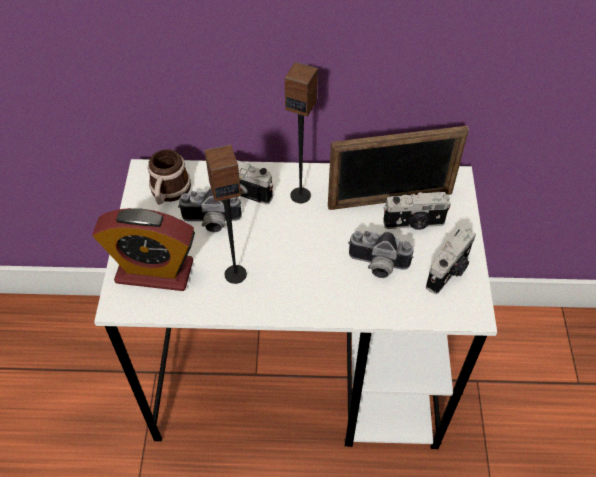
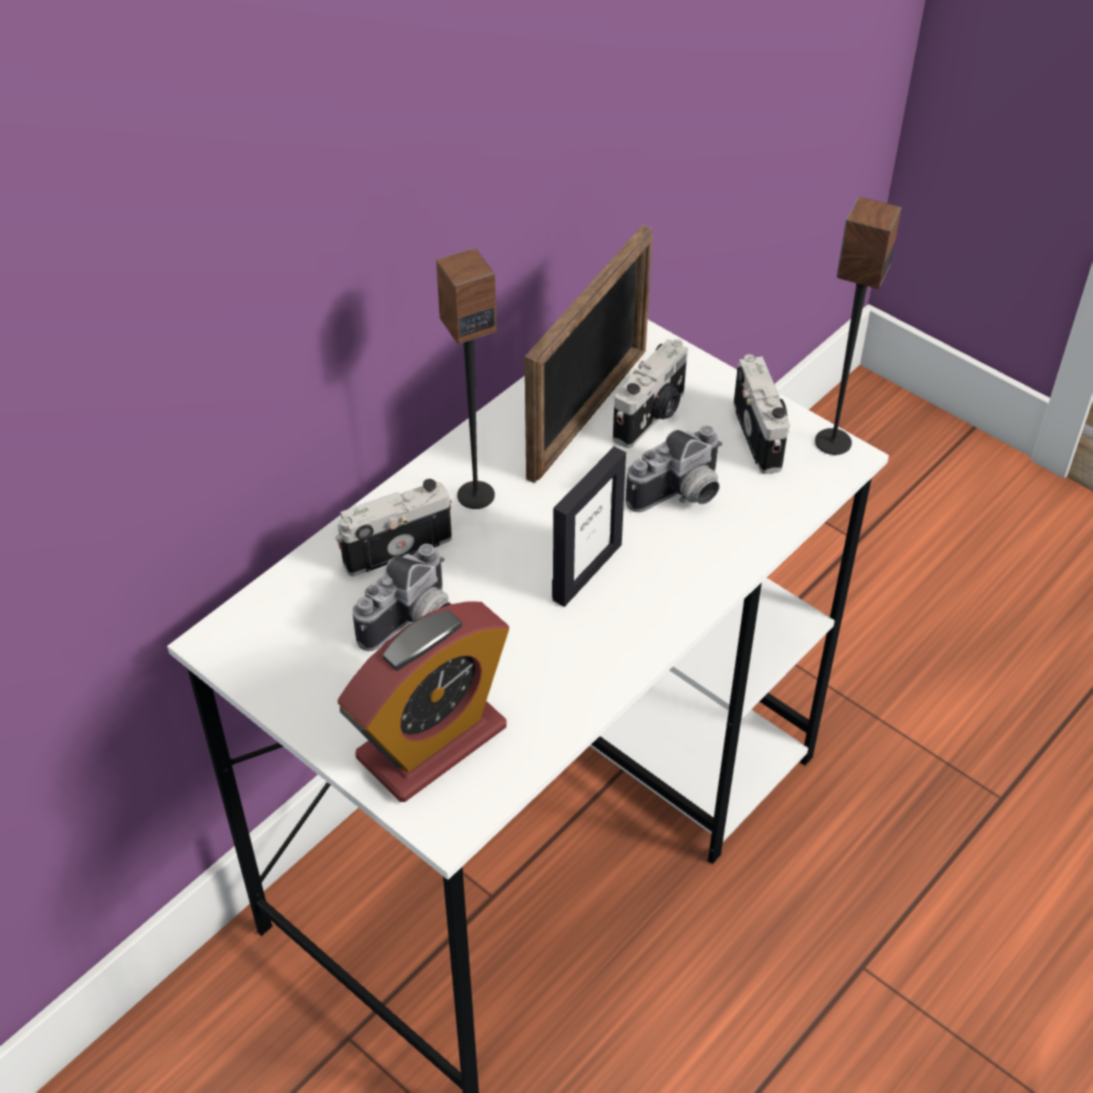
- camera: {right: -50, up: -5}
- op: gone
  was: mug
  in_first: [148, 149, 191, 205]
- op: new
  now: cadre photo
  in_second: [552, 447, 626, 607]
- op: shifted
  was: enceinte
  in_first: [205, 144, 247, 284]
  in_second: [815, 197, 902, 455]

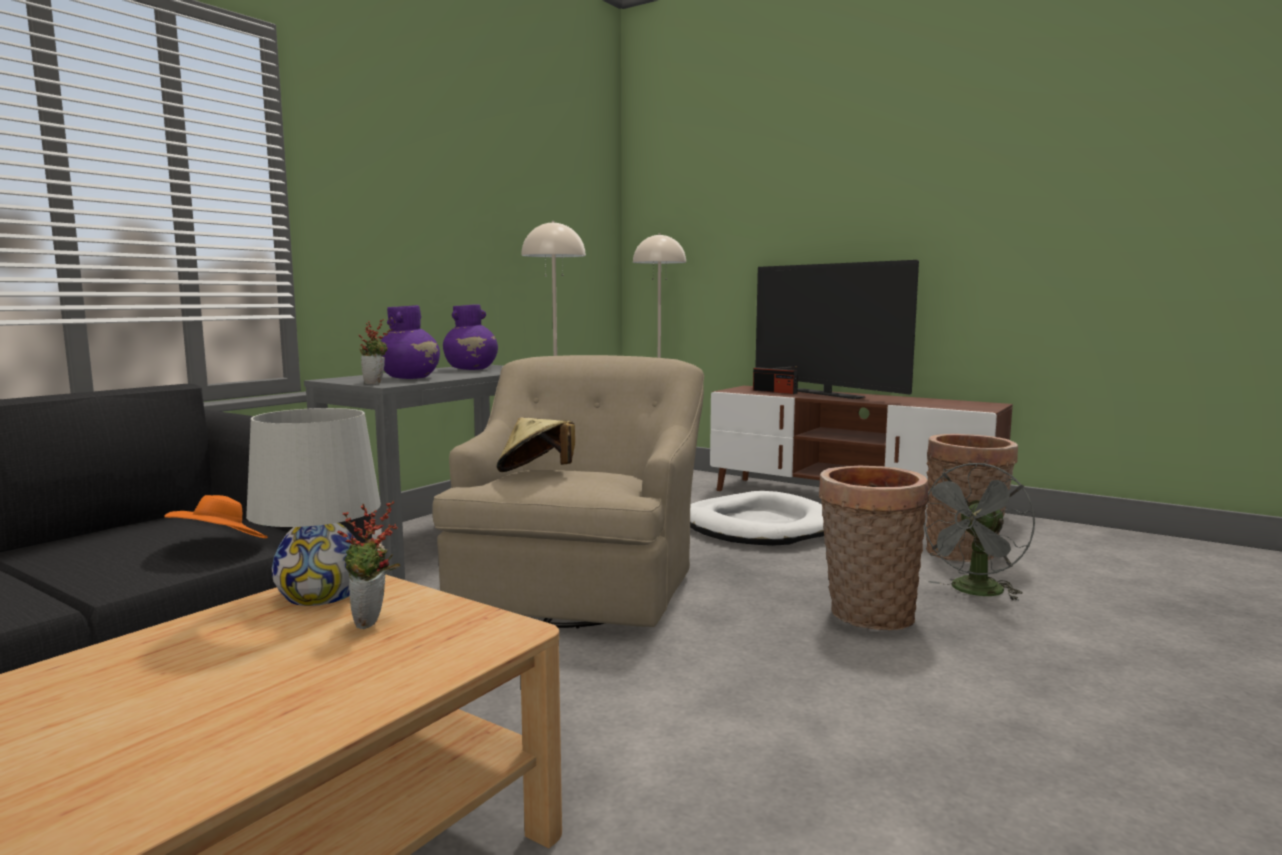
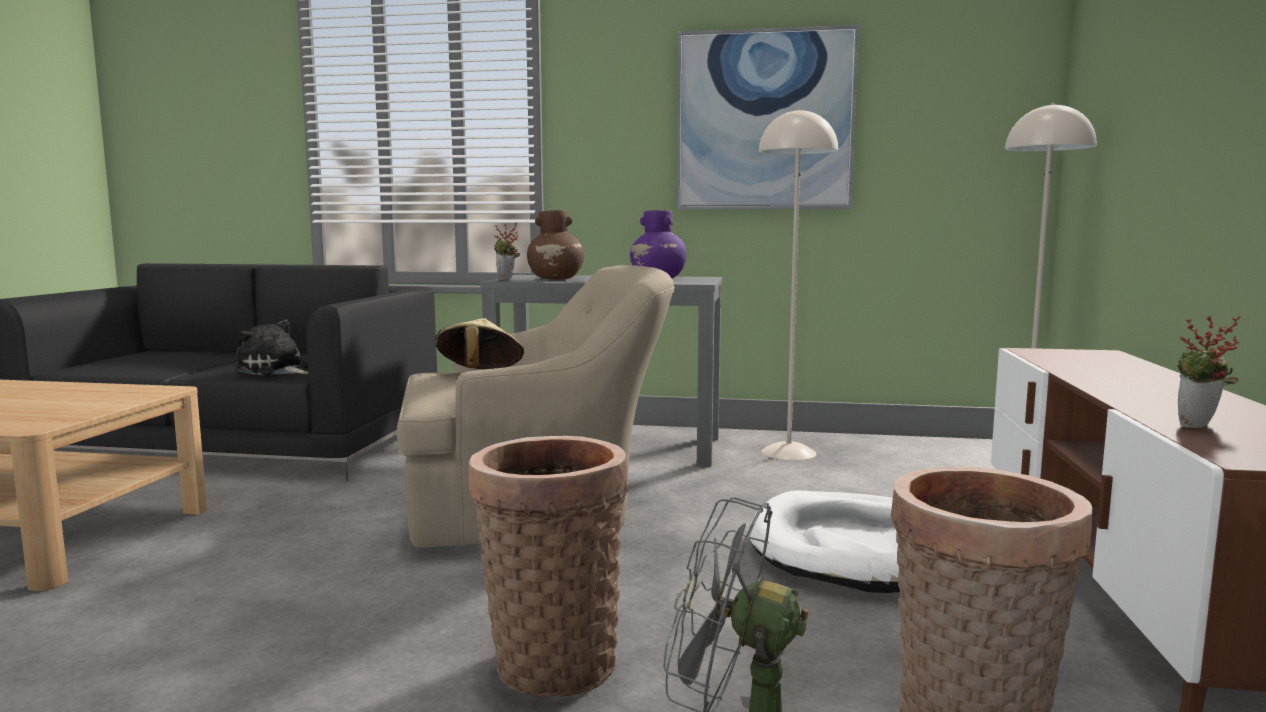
- camera: {right: 65, up: 0}
- op: gone
  was: lampe de table (blanc)
  in_first: [246, 408, 381, 606]
- op: gone
  was: radio
  in_first: [753, 366, 798, 394]
- op: gone
  was: téléviseur
  in_first: [755, 260, 919, 399]
- op: new
  now: tableau
  in_second: [677, 25, 859, 209]
- op: shifted
  was: plante en pot
  in_first: [337, 501, 400, 629]
  in_second: [1177, 315, 1240, 428]
- op: swapped
  was: chapeau (orange)
  now: peluche
  in_first: [164, 495, 268, 538]
  in_second: [236, 320, 308, 375]
- op: repainted
  was: vase (violet)
  now: vase (marron)
  in_first: [381, 305, 440, 379]
  in_second: [527, 210, 584, 280]

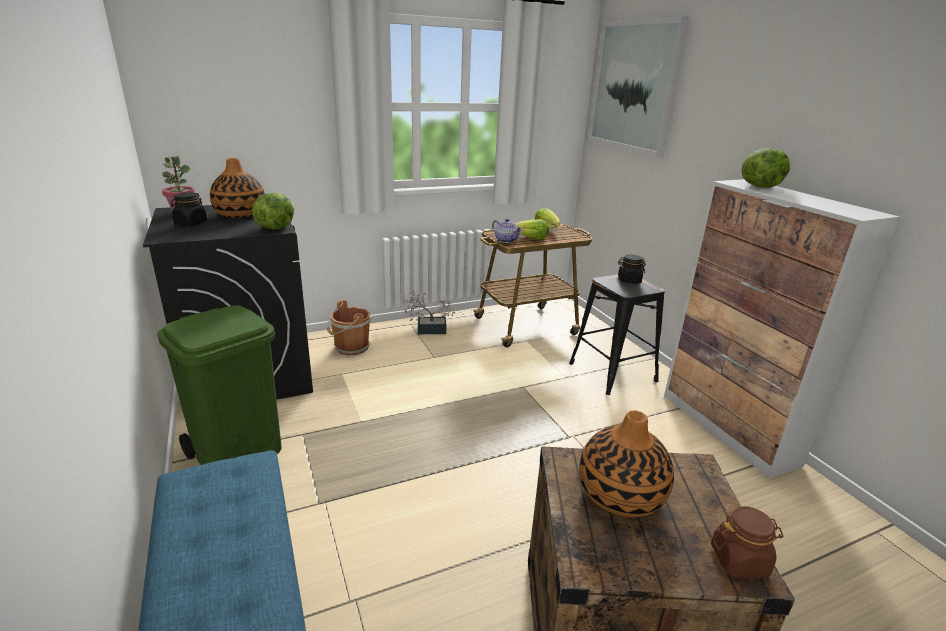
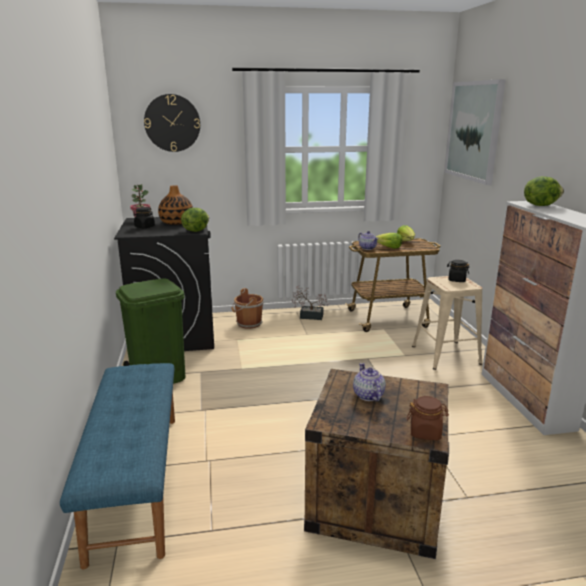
- camera: {right: 15, up: -5}
- op: new
  now: horloge murale
  in_second: [144, 94, 200, 152]
- op: swapped
  was: vase
  now: théière
  in_first: [579, 410, 674, 517]
  in_second: [353, 363, 386, 401]
- op: repainted
  was: tabouret (noir)
  now: tabouret (beige)
  in_first: [569, 274, 665, 395]
  in_second: [412, 276, 483, 370]

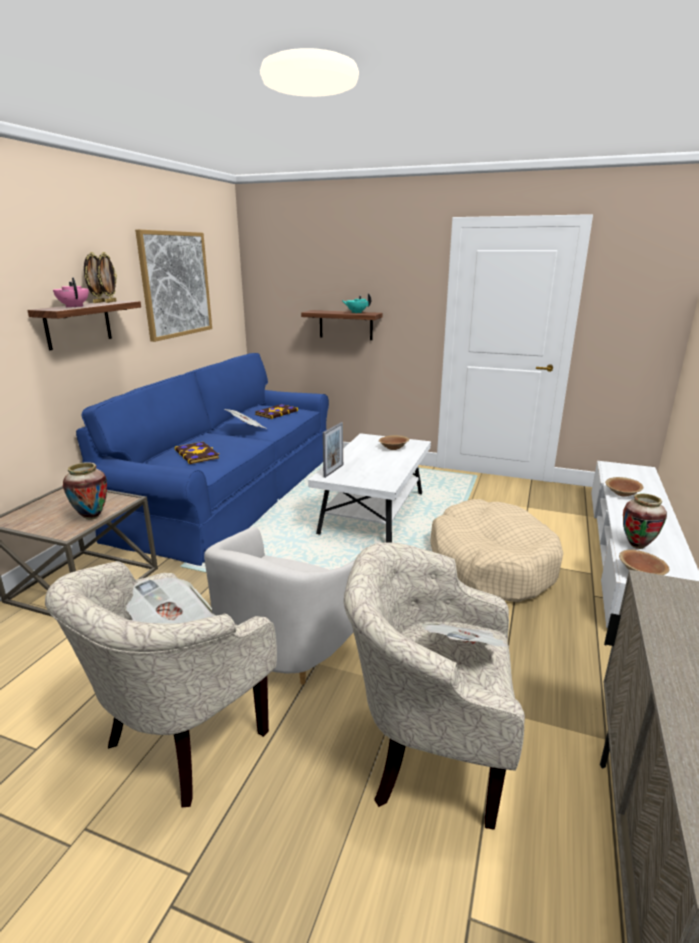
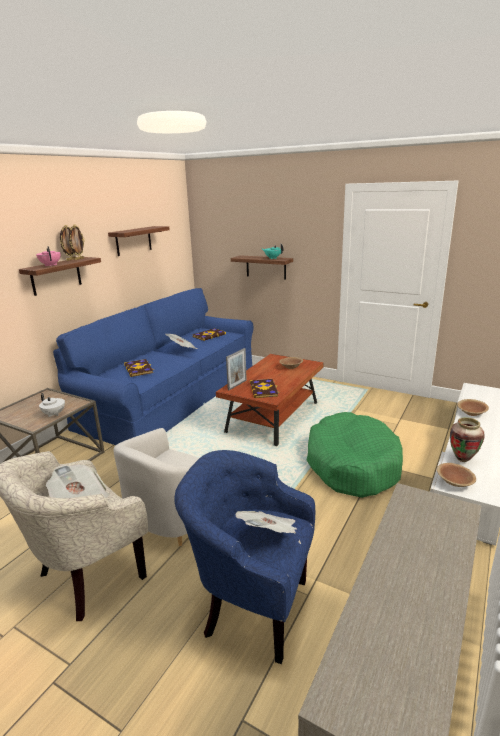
- camera: {right: 10, up: 0}
- op: new
  now: livre
  in_second: [250, 379, 280, 398]
- op: swapped
  was: vase
  now: théière (blanc)
  in_first: [63, 462, 107, 520]
  in_second: [39, 393, 65, 417]
- op: swapped
  was: tableau
  now: étagère
  in_first: [135, 230, 212, 342]
  in_second: [108, 226, 170, 256]
- op: repainted
  was: table basse (blanc)
  now: table basse (marron)
  in_first: [308, 433, 431, 542]
  in_second: [216, 354, 324, 446]
- op: repainted
  was: fauteuil (beige)
  now: fauteuil (bleu)
  in_first: [344, 542, 525, 830]
  in_second: [174, 450, 315, 664]
- op: repainted
  was: panier pour chien (beige)
  now: panier pour chien (vert)
  in_first: [430, 499, 563, 602]
  in_second: [307, 412, 403, 498]

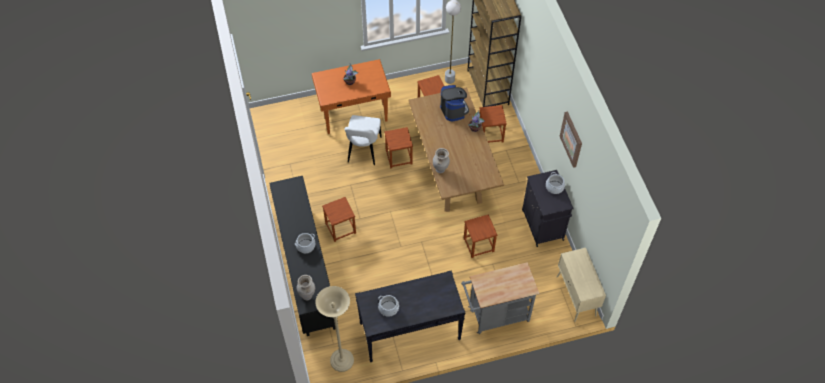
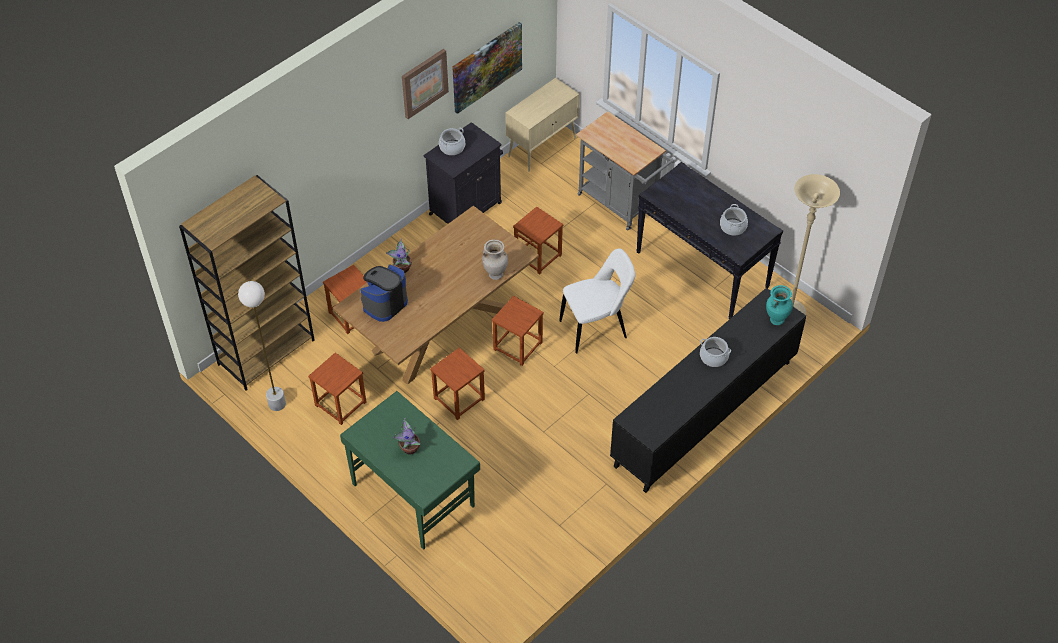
- camera: {right: -120, up: -5}
- op: new
  now: tableau
  in_second: [452, 22, 522, 114]
- op: shifted
  was: tabouret (marron)
  in_first: [322, 197, 356, 242]
  in_second: [492, 296, 544, 366]
- op: shifted
  was: chaise (blanc)
  in_first: [344, 115, 382, 165]
  in_second: [559, 248, 635, 354]
- op: repainted
  was: vase (beige)
  now: vase (turquoise)
  in_first: [297, 275, 315, 300]
  in_second: [766, 285, 793, 325]
- op: repainted
  was: bureau (orange)
  now: bureau (vert)
  in_first: [312, 59, 391, 134]
  in_second: [340, 391, 480, 550]

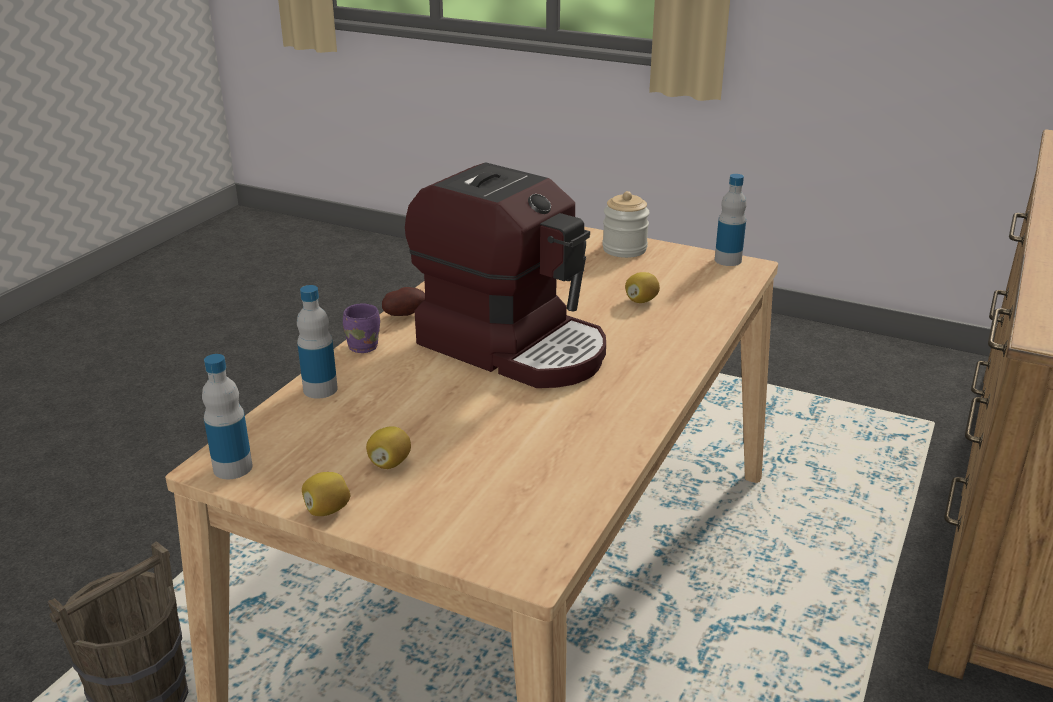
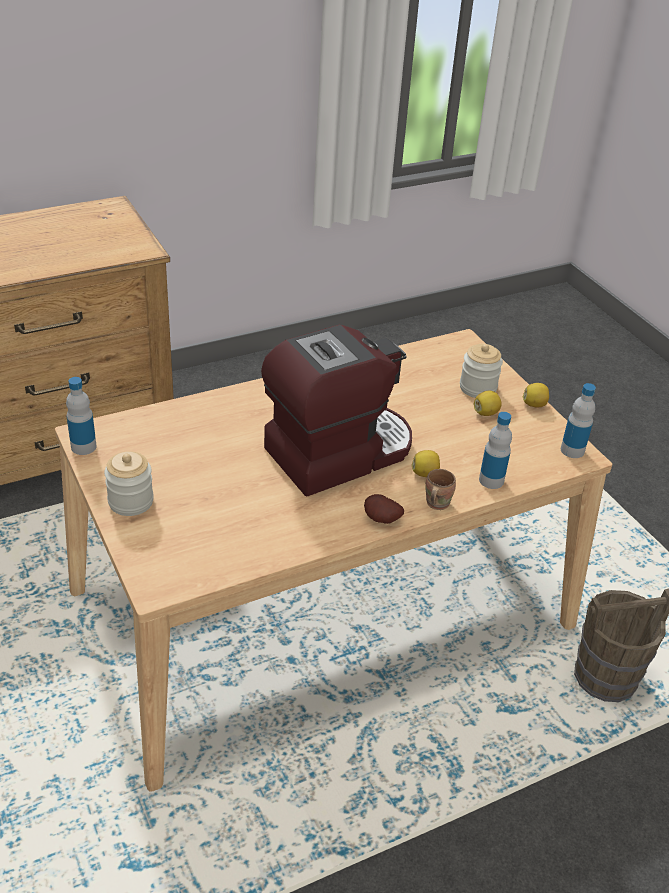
- camera: {right: -145, up: 10}
- op: new
  now: bocal
  in_second: [460, 344, 503, 398]
- op: shifted
  was: citron
  in_first: [625, 272, 660, 303]
  in_second: [412, 450, 440, 477]
- op: repainted
  was: mug (violet)
  now: mug (marron)
  in_first: [343, 303, 380, 353]
  in_second: [425, 469, 456, 510]
- op: rotated
  was: machine à café
  in_first: [405, 162, 606, 388]
  in_second: [261, 325, 412, 497]
  clockwise: 75

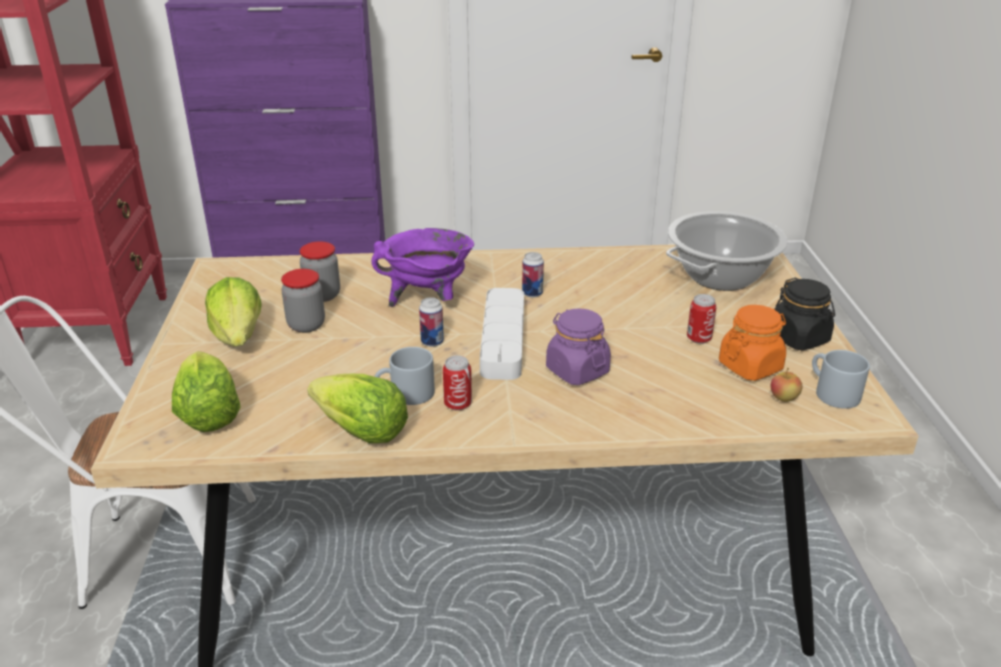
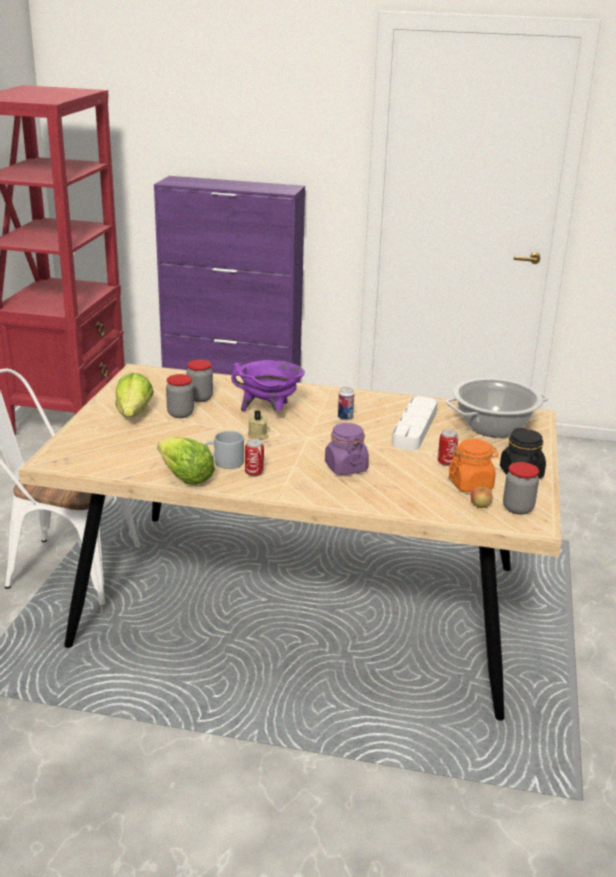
- camera: {right: 15, up: -5}
- op: gone
  was: laitue
  in_first: [172, 351, 241, 432]
- op: shifted
  was: plateau (blanc)
  in_first: [480, 288, 524, 380]
  in_second: [392, 396, 438, 450]
- op: swapped
  was: boîte métallique
  now: bougie (beige)
  in_first: [419, 297, 444, 347]
  in_second: [248, 410, 268, 440]
- op: swapped
  was: mug (gris)
  now: bocal
  in_first: [812, 350, 870, 409]
  in_second: [503, 462, 539, 515]

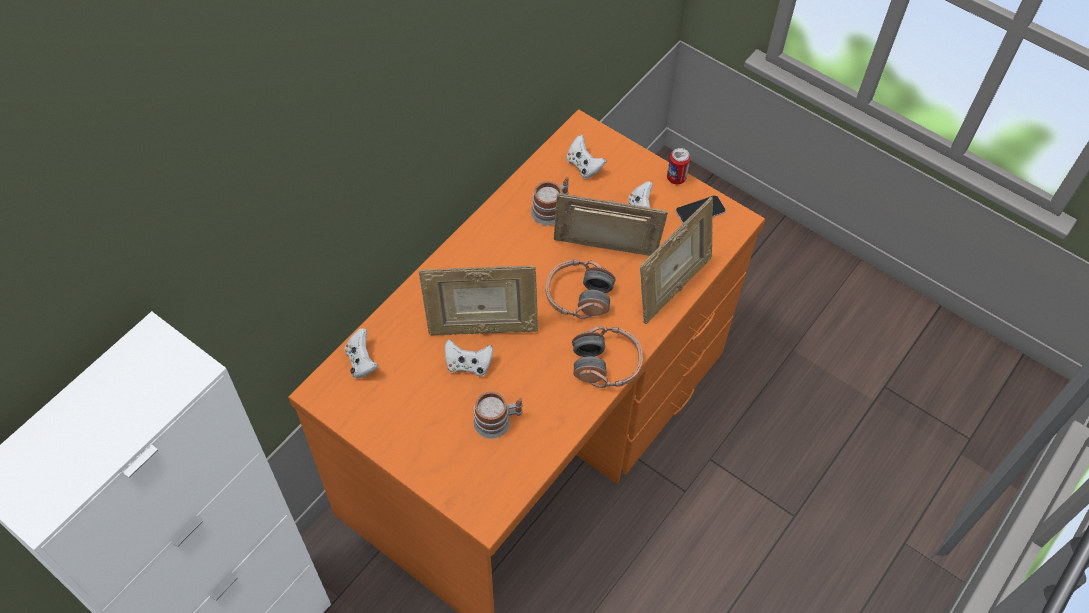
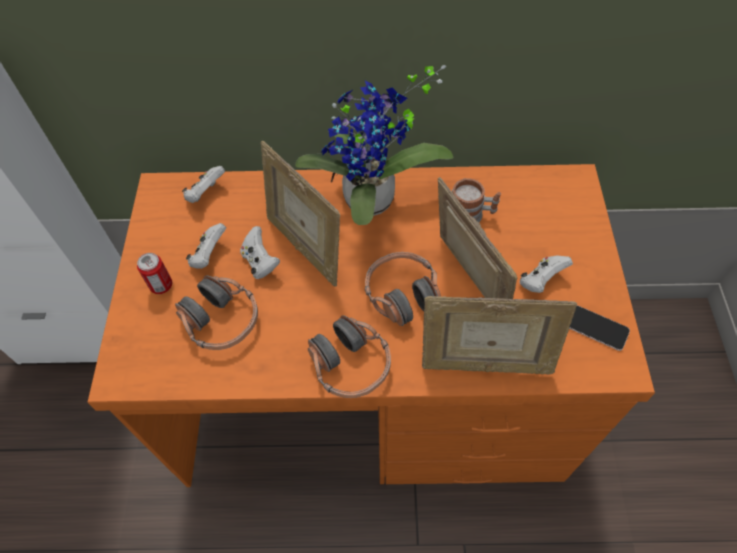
- camera: {right: 55, up: 0}
- op: new
  now: plante en pot
  in_second: [295, 65, 453, 225]
- op: shifted
  was: manette (blanc)
  in_first: [566, 135, 606, 179]
  in_second: [186, 223, 226, 269]
- op: shifted
  was: boîte métallique
  in_first: [667, 148, 690, 184]
  in_second: [137, 253, 172, 294]
- op: swapped
  was: mug
  now: casque audio
  in_first: [474, 391, 523, 439]
  in_second: [175, 275, 258, 350]

